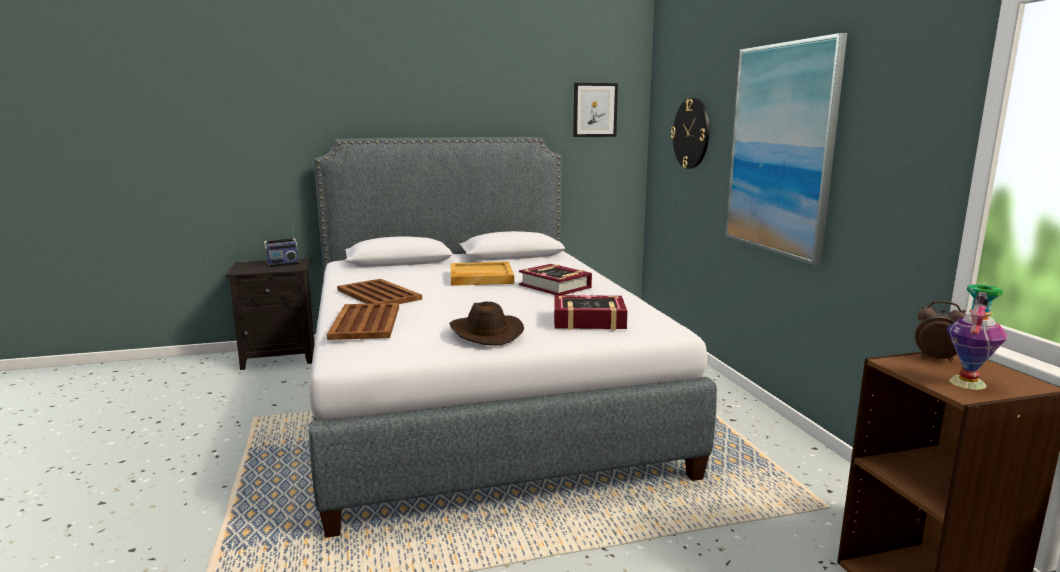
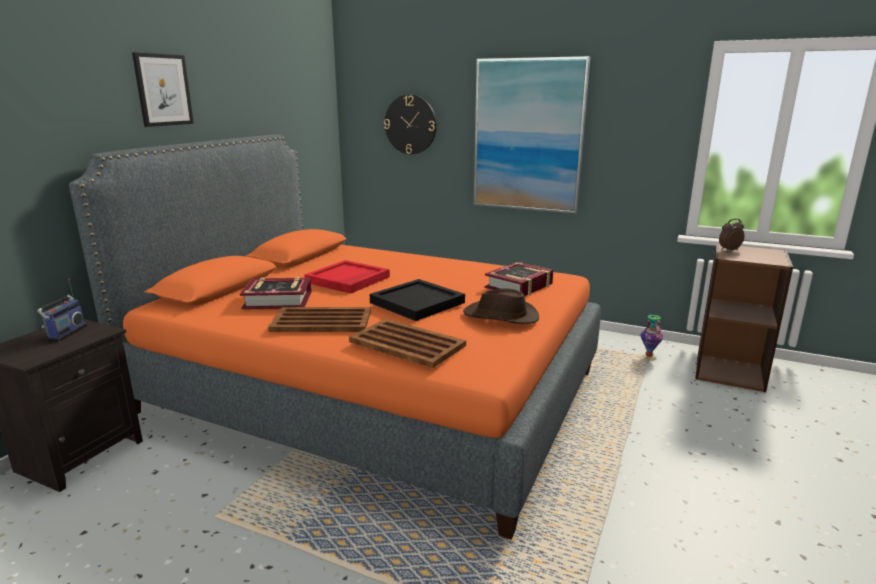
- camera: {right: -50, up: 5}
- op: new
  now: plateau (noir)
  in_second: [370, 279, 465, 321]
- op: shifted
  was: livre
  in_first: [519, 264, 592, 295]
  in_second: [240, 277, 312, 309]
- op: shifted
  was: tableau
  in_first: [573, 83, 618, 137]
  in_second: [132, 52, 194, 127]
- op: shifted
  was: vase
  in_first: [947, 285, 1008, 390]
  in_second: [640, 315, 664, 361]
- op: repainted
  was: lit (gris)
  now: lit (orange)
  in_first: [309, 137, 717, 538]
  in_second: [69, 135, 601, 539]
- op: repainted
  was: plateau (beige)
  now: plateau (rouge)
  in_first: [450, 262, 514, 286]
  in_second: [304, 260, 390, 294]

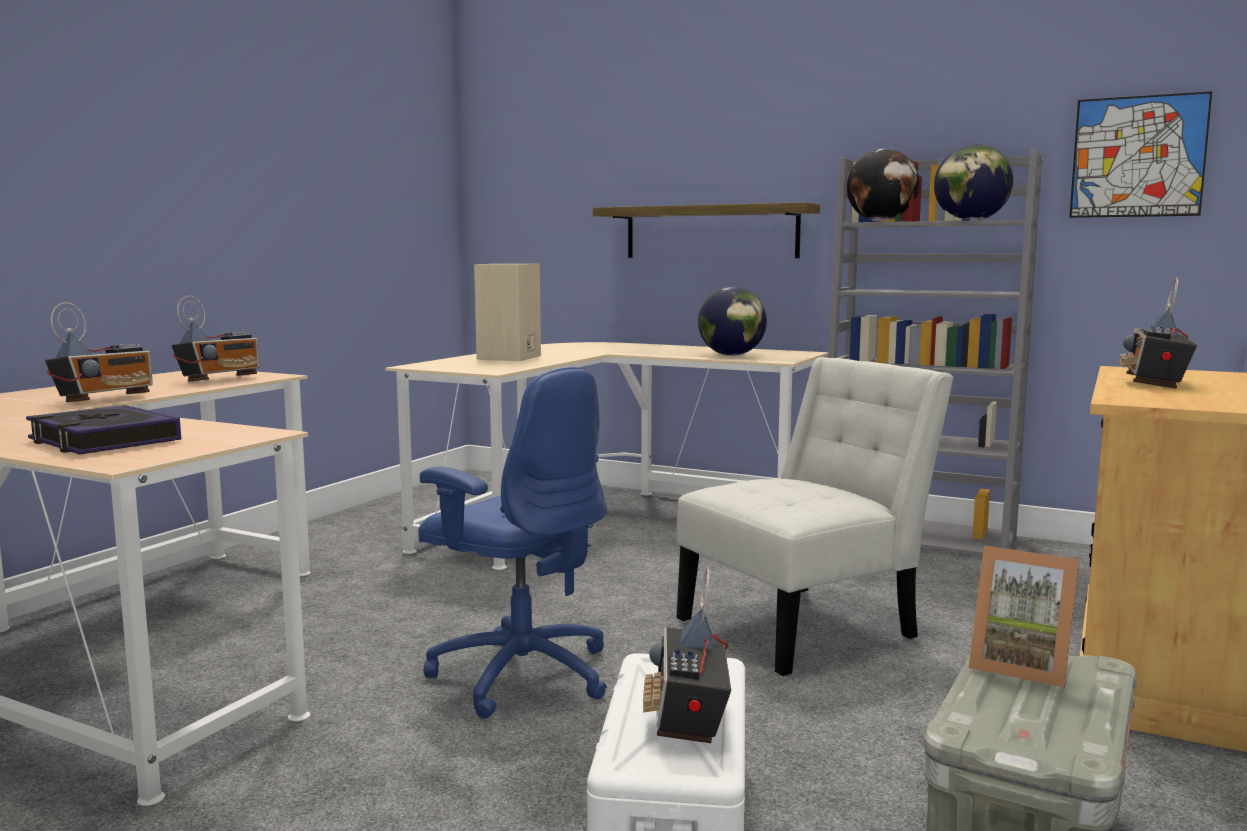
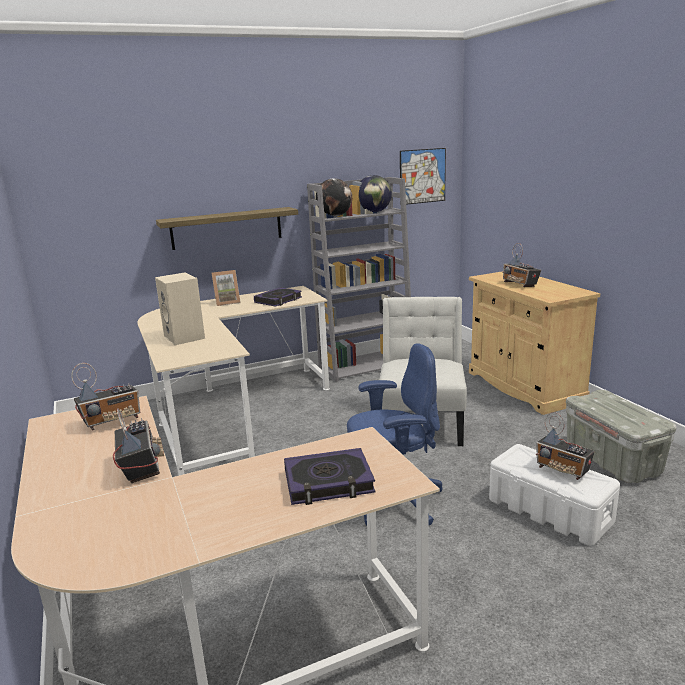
- camera: {right: -50, up: 10}
- op: shifted
  was: cadre photo
  in_first: [969, 545, 1079, 688]
  in_second: [211, 270, 241, 306]
- op: swapped
  was: globe
  now: livre
  in_first: [698, 287, 767, 356]
  in_second: [254, 287, 302, 307]
- op: rotated
  was: radio
  in_first: [171, 295, 260, 382]
  in_second: [71, 363, 140, 431]
  clockwise: 75

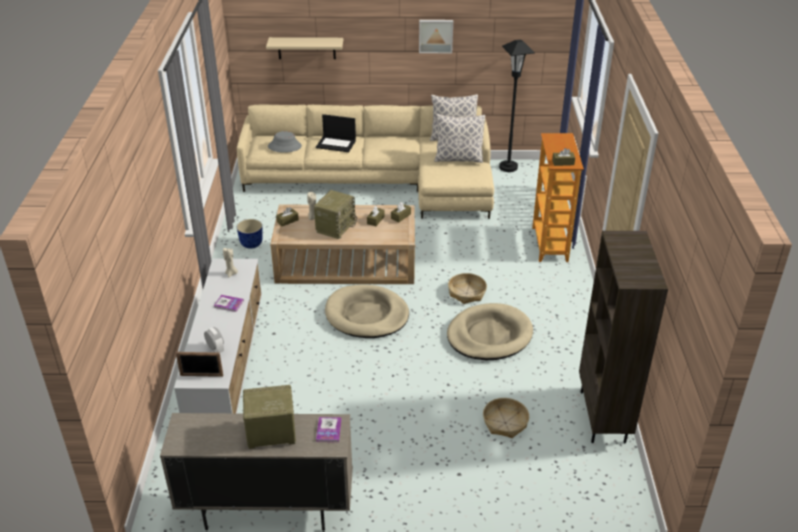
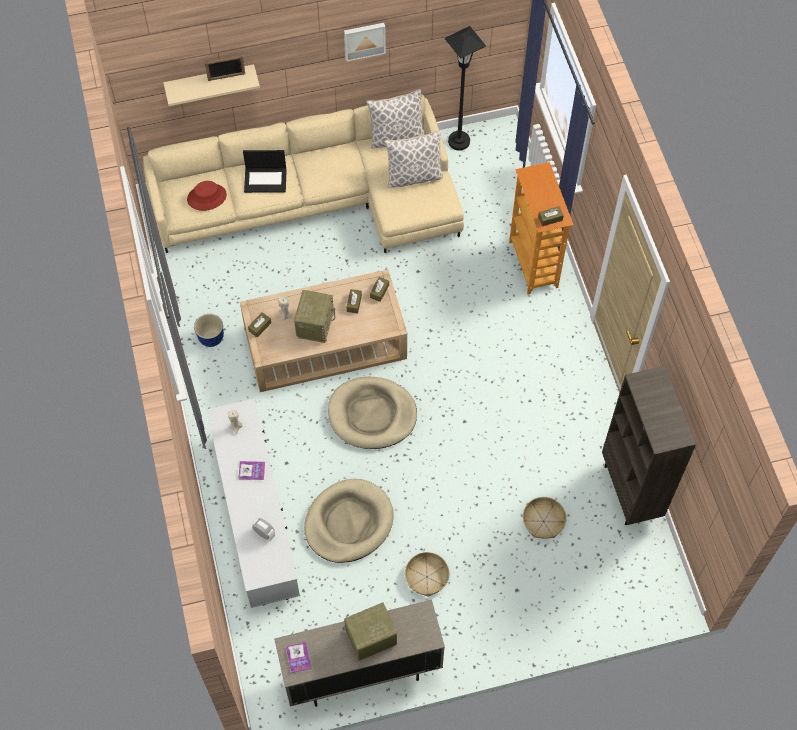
- camera: {right: -15, up: 25}
- op: shifted
  was: cadre photo
  in_first: [176, 352, 223, 377]
  in_second: [205, 55, 245, 81]
- op: shifted
  was: livre
  in_first: [316, 417, 341, 442]
  in_second: [286, 642, 311, 673]
- op: shifted
  was: panier pour chien (beige)
  in_first: [447, 303, 533, 360]
  in_second: [304, 479, 394, 563]
- op: shifted
  was: panier
  in_first: [448, 273, 487, 304]
  in_second: [405, 552, 449, 596]
- op: repainted
  was: chapeau (gris)
  now: chapeau (rouge)
  in_first: [268, 131, 302, 153]
  in_second: [187, 181, 227, 211]

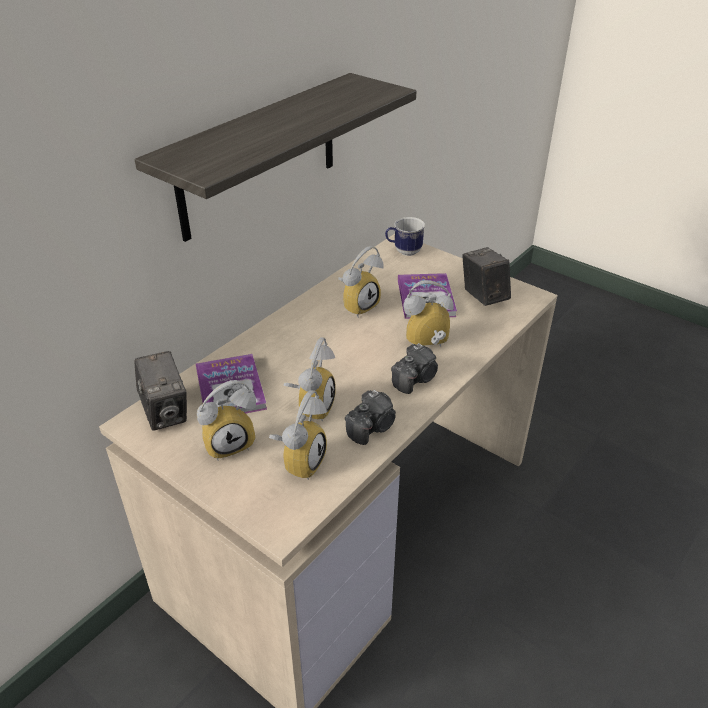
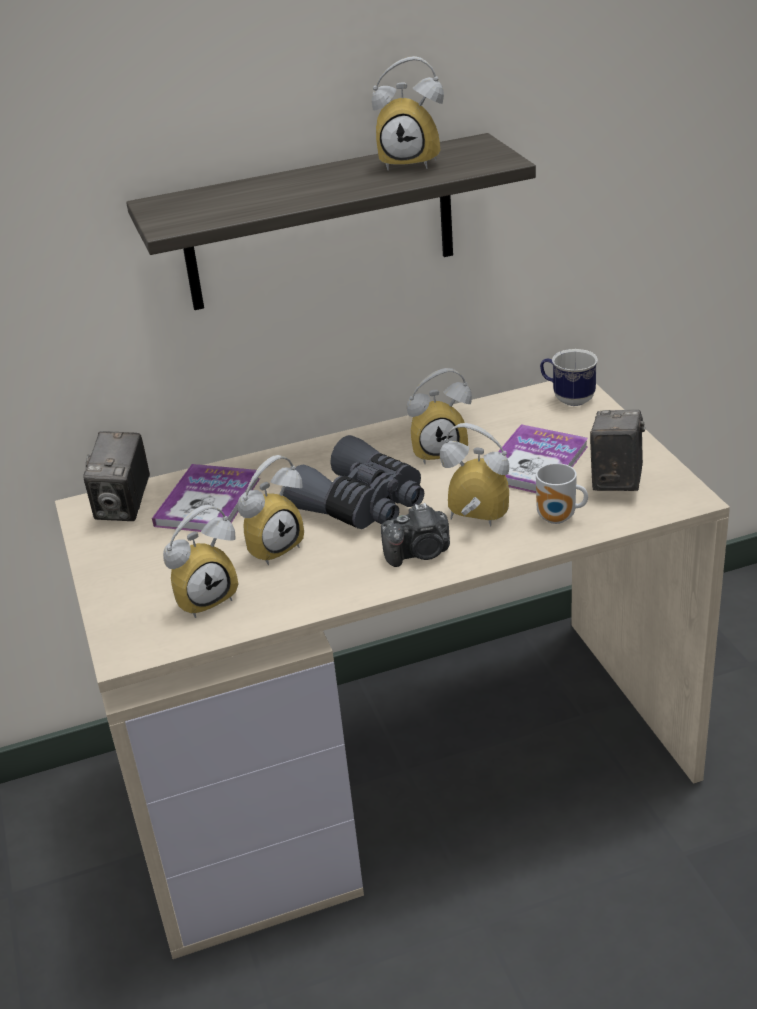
- camera: {right: 35, up: -5}
- op: gone
  was: appareil photo
  in_first: [345, 390, 396, 445]
- op: new
  now: jumelles (gris)
  in_second: [283, 435, 424, 529]
- op: new
  now: mug
  in_second: [536, 463, 588, 524]
- op: shifted
  was: réveil
  in_first: [197, 380, 256, 461]
  in_second: [372, 56, 444, 171]

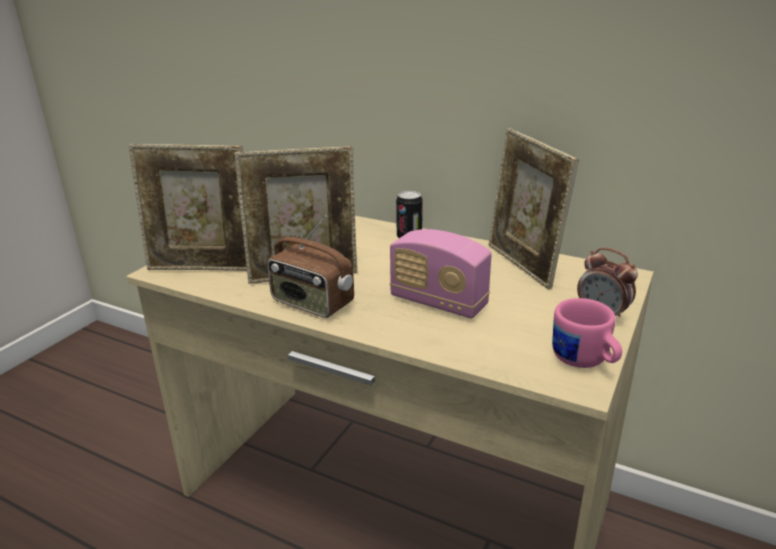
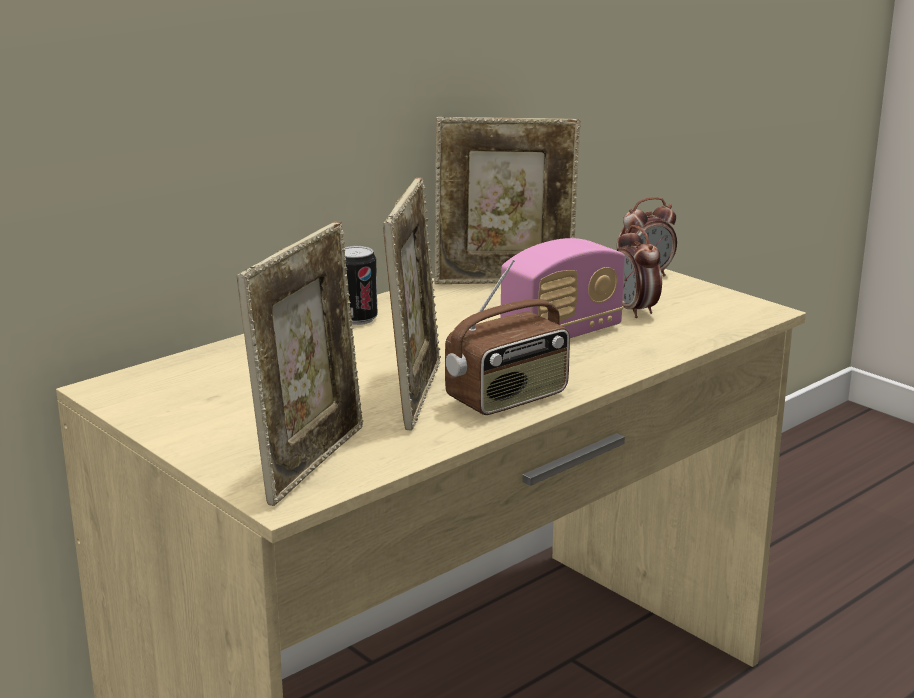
- camera: {right: -70, up: -5}
- op: gone
  was: mug (rose)
  in_first: [552, 298, 622, 368]
- op: new
  now: réveil
  in_second: [617, 225, 662, 318]

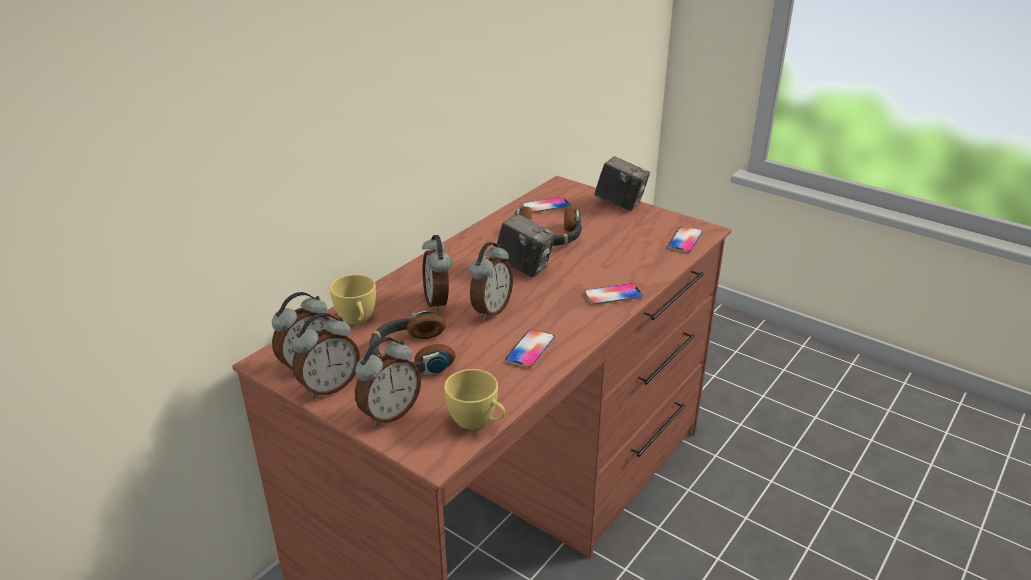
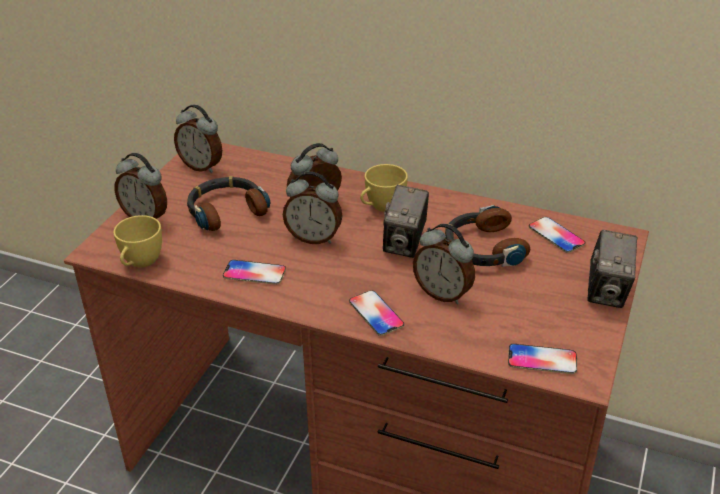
- camera: {right: 75, up: 5}
- op: shifted
  was: réveil
  in_first: [292, 313, 360, 398]
  in_second: [413, 224, 475, 304]
- op: shifted
  was: tasse (jaune)
  in_first: [330, 274, 376, 324]
  in_second: [360, 164, 408, 212]

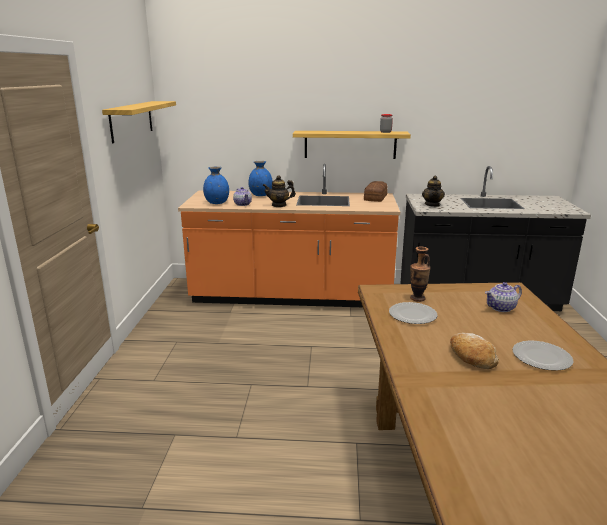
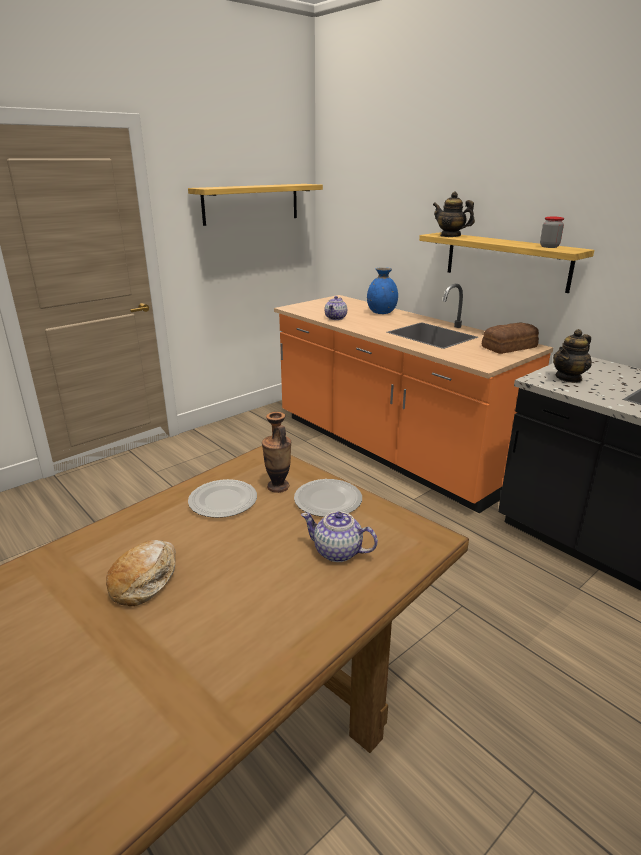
- camera: {right: 45, up: 5}
- op: gone
  was: vase (bleu)
  in_first: [203, 166, 229, 204]
- op: shifted
  was: théière
  in_first: [263, 176, 296, 207]
  in_second: [433, 192, 475, 237]
- op: shifted
  was: assiette
  in_first: [513, 340, 574, 371]
  in_second: [294, 479, 362, 517]

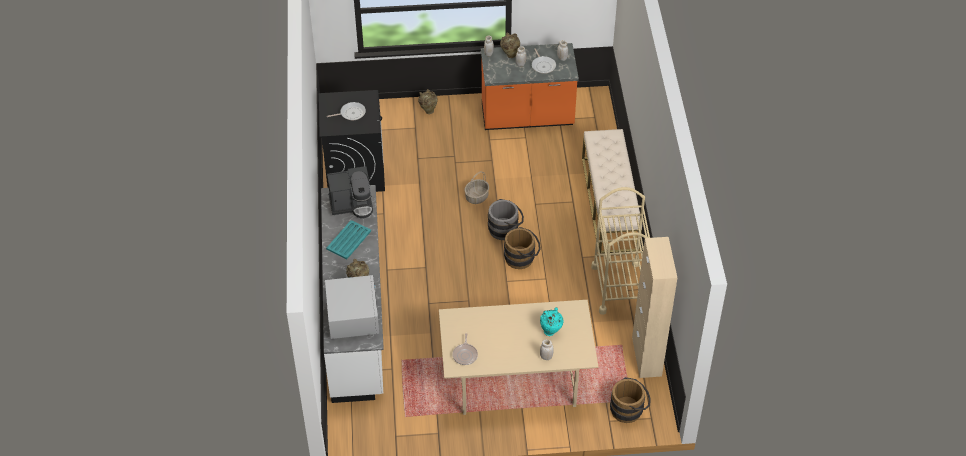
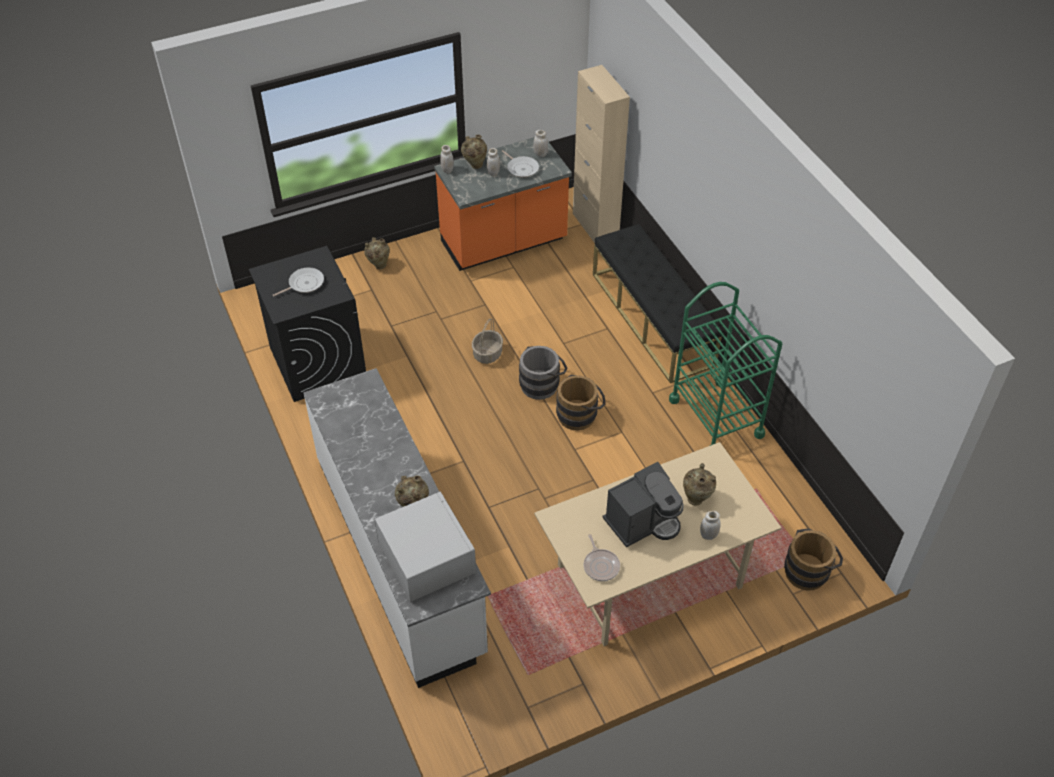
- camera: {right: -20, up: 0}
- op: gone
  was: plateau (turquoise)
  in_first: [326, 220, 371, 259]
- op: shifted
  was: machine à café
  in_first: [327, 166, 373, 218]
  in_second: [602, 462, 684, 548]
- op: shifted
  was: meuble de rangement (beige)
  in_first: [632, 237, 677, 378]
  in_second: [573, 65, 630, 243]
- op: repainted
  was: vase (turquoise)
  now: vase (beige)
  in_first: [540, 307, 564, 336]
  in_second: [683, 463, 716, 506]
- op: repainted
  was: banc (beige)
  now: banc (noir)
  in_first: [582, 129, 642, 254]
  in_second: [593, 224, 722, 383]
- op: repainted
  was: chariot (beige)
  now: chariot (vert)
  in_first: [591, 187, 650, 315]
  in_second: [669, 282, 782, 446]

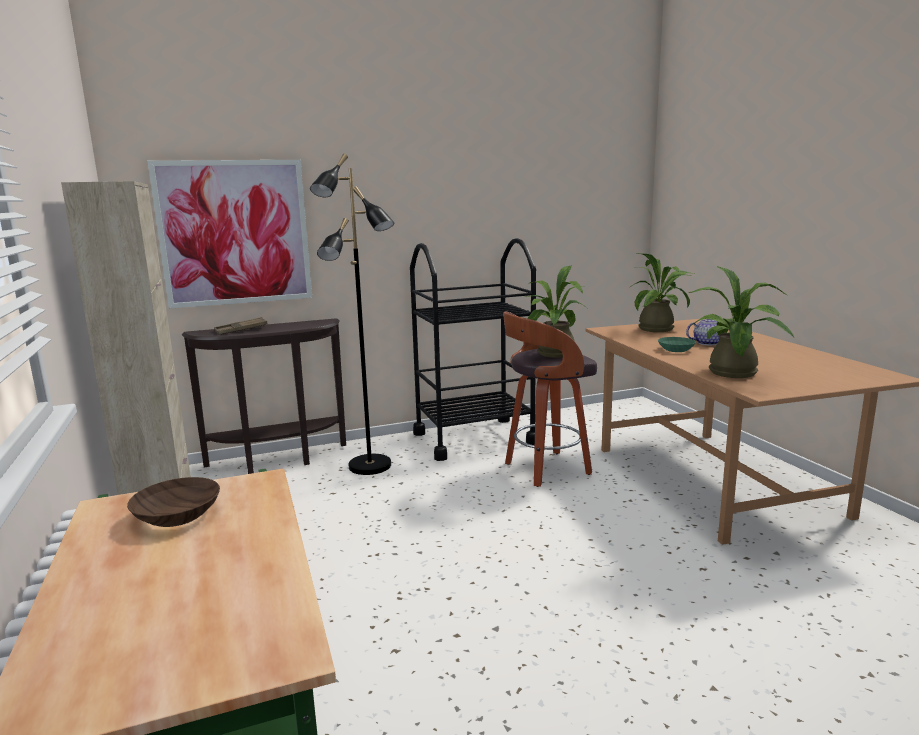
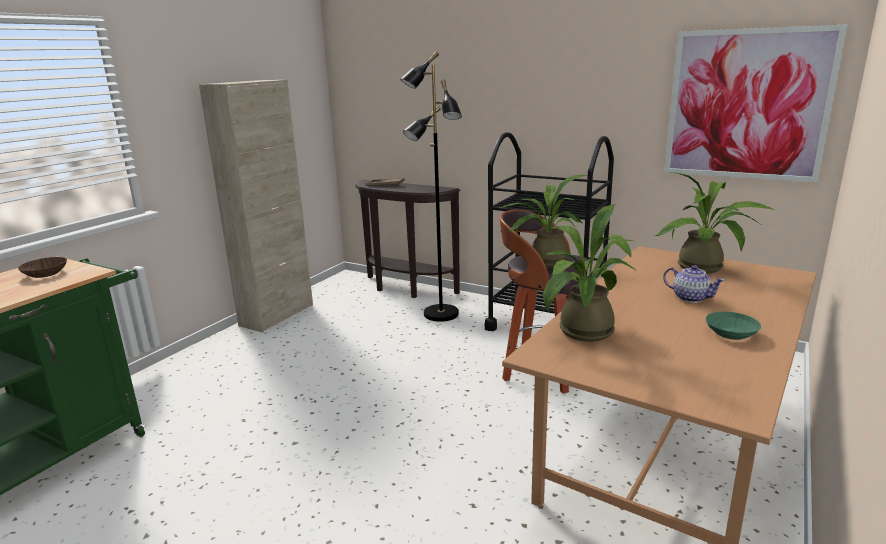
- camera: {right: 50, up: 5}
- op: shifted
  was: tableau
  in_first: [148, 160, 312, 309]
  in_second: [664, 25, 847, 183]
- op: shifted
  was: bol (vert)
  in_first: [658, 337, 696, 352]
  in_second: [706, 312, 761, 340]

